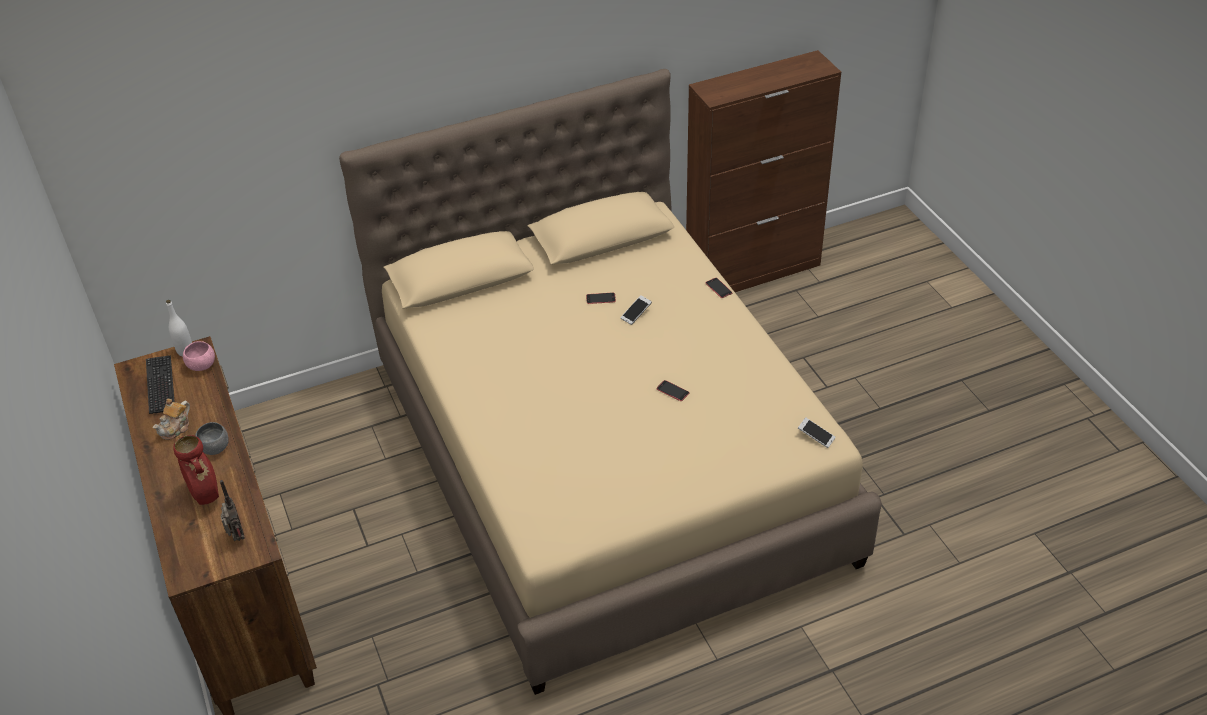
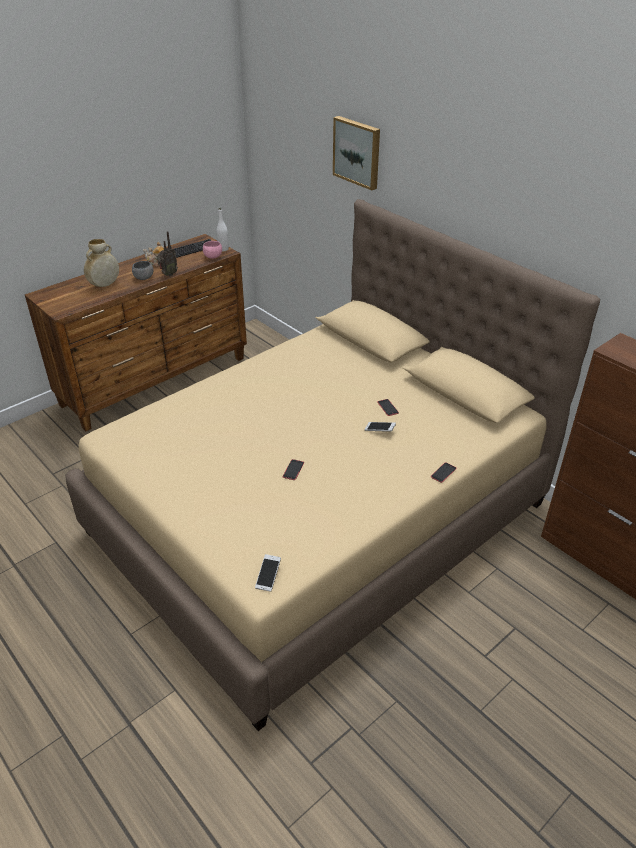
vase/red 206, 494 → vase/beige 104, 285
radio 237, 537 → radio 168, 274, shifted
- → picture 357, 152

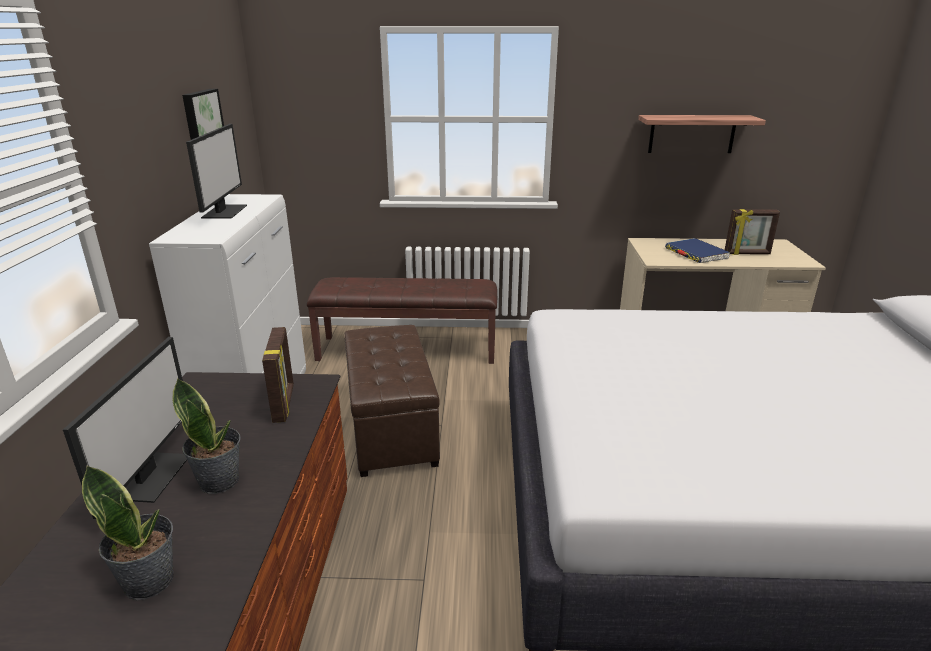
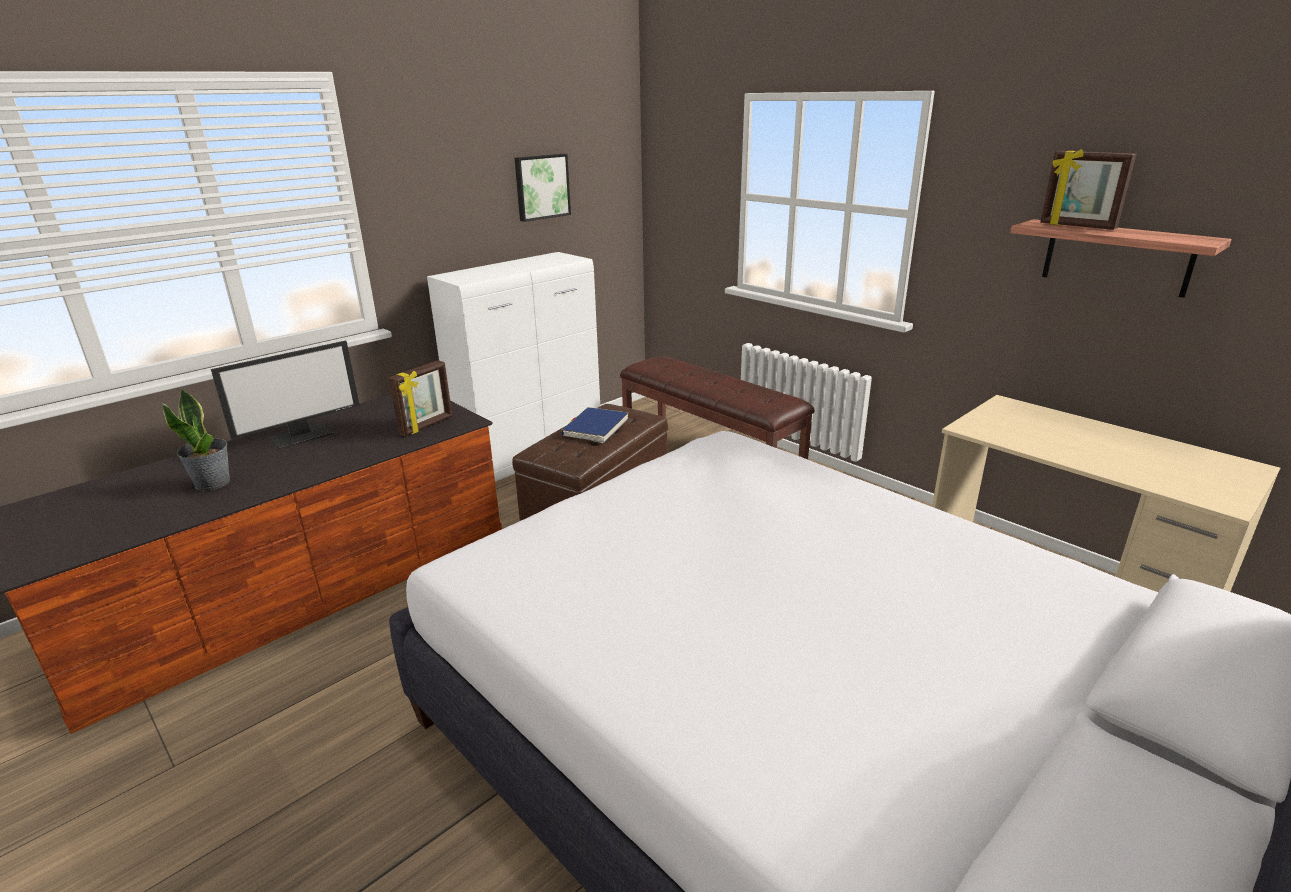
book/blue 696, 253 → book/blue 595, 428, shifted
picture frame 747, 253 → picture frame 1077, 226, shifted
potted plant 220, 480 → -
monitor 224, 211 → -

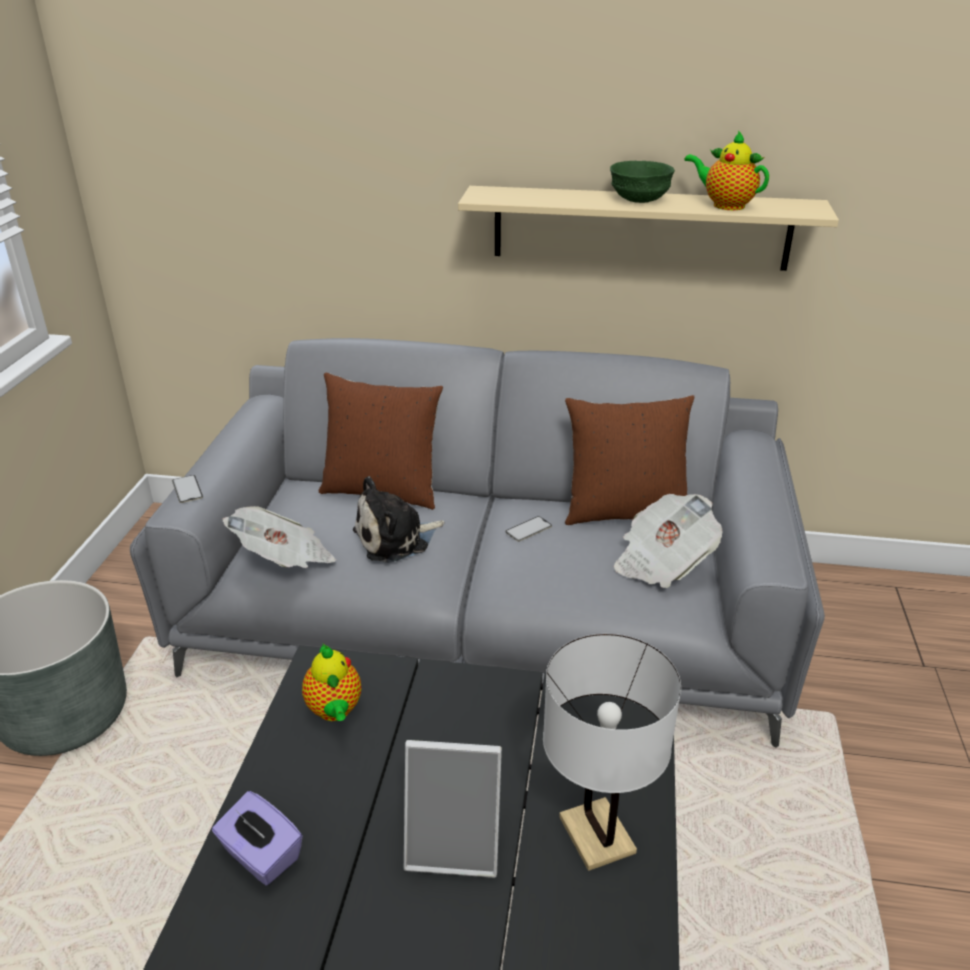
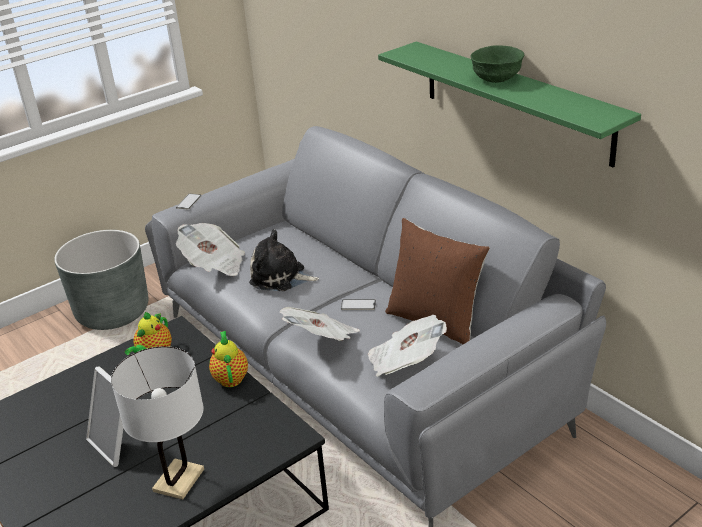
teapot 725, 205 → teapot 230, 377, shifted
- → newspaper 322, 340
shelf/beige 640, 228 → shelf/green 515, 101
tissue box/purple 260, 856 → -
pillow/brown 382, 490 → -

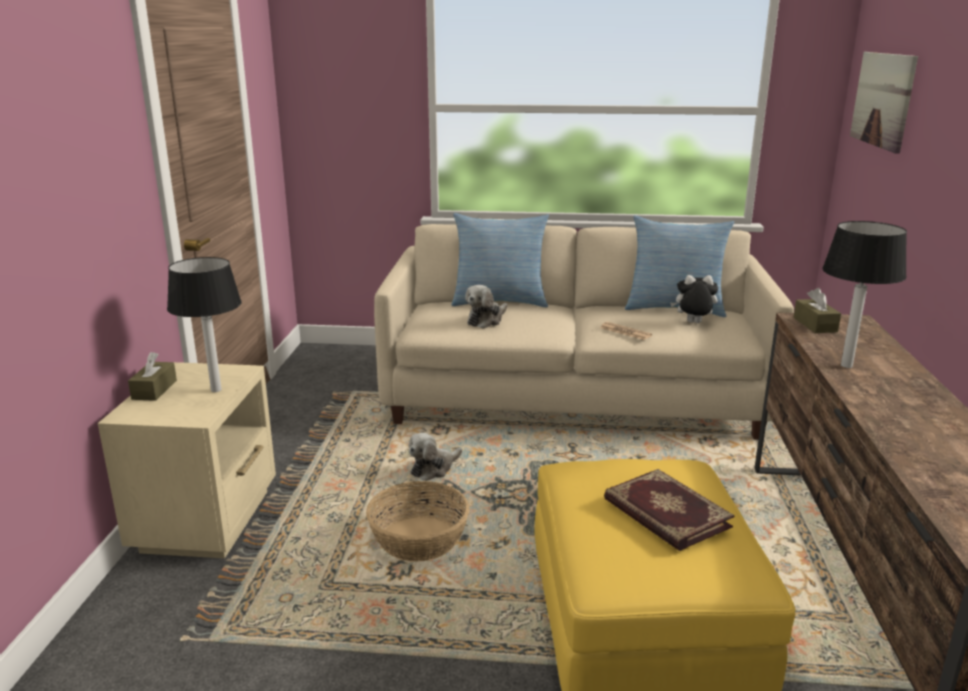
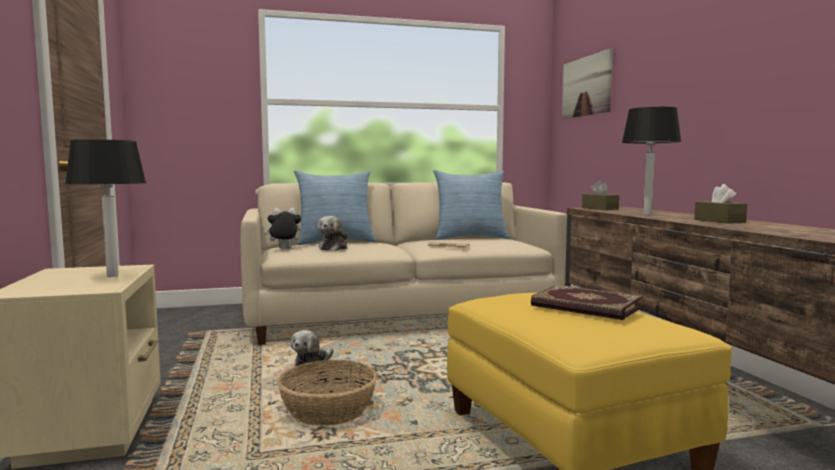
plush toy 693, 323 → plush toy 284, 249, shifted
tissue box/brown 154, 390 → tissue box/brown 719, 221, shifted

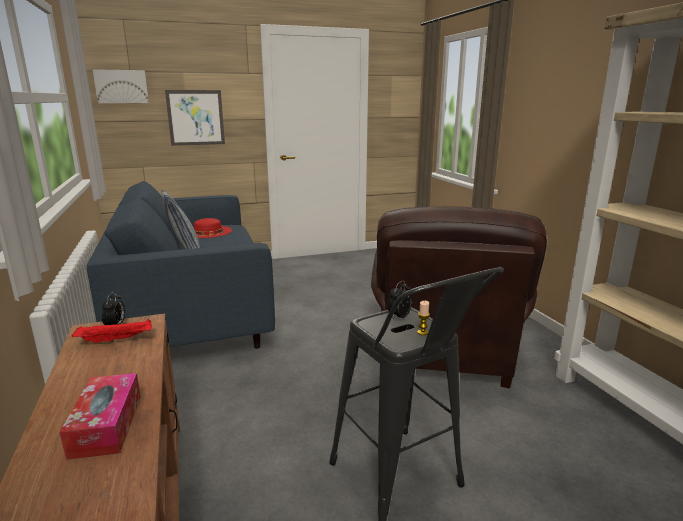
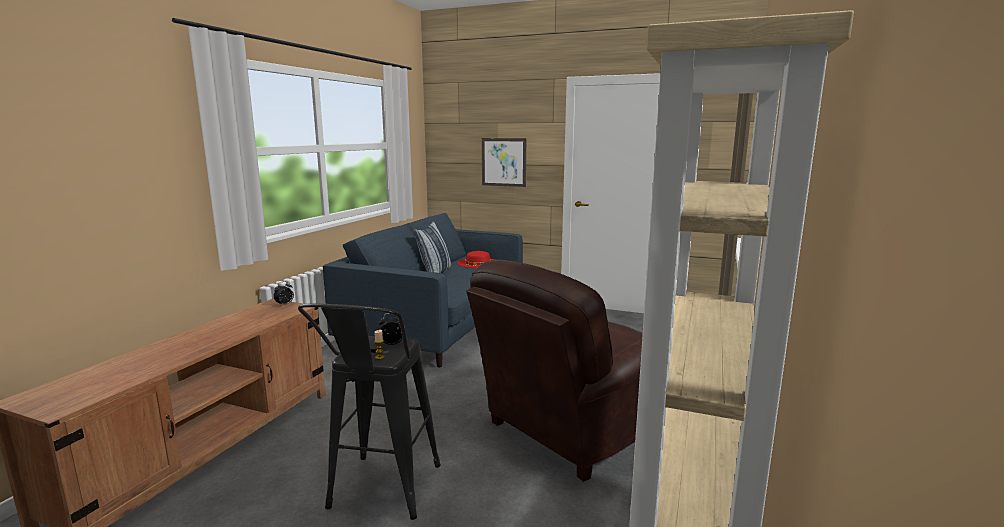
tissue box 106, 425 → -
tray/red 117, 340 → -
picture 121, 86 → -

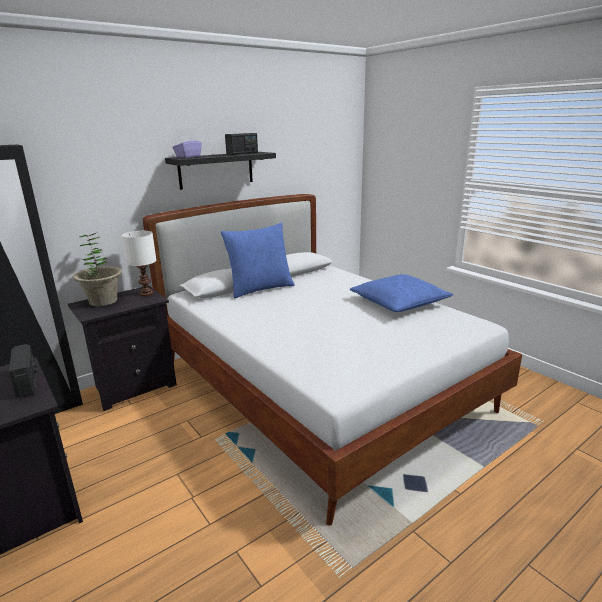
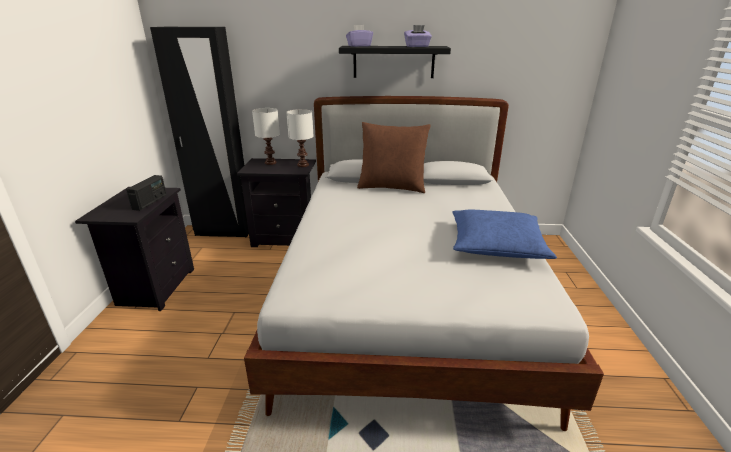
potted plant 103, 301 → table lamp/white 271, 162
pillow/blue 260, 288 → pillow/brown 392, 187
radio 242, 153 → tissue box/purple 417, 46

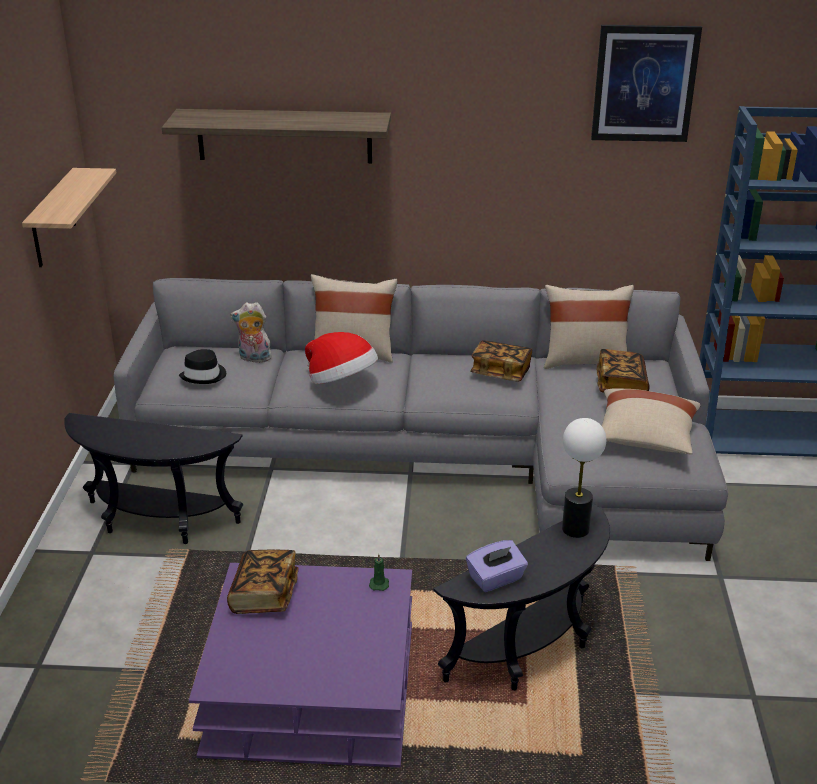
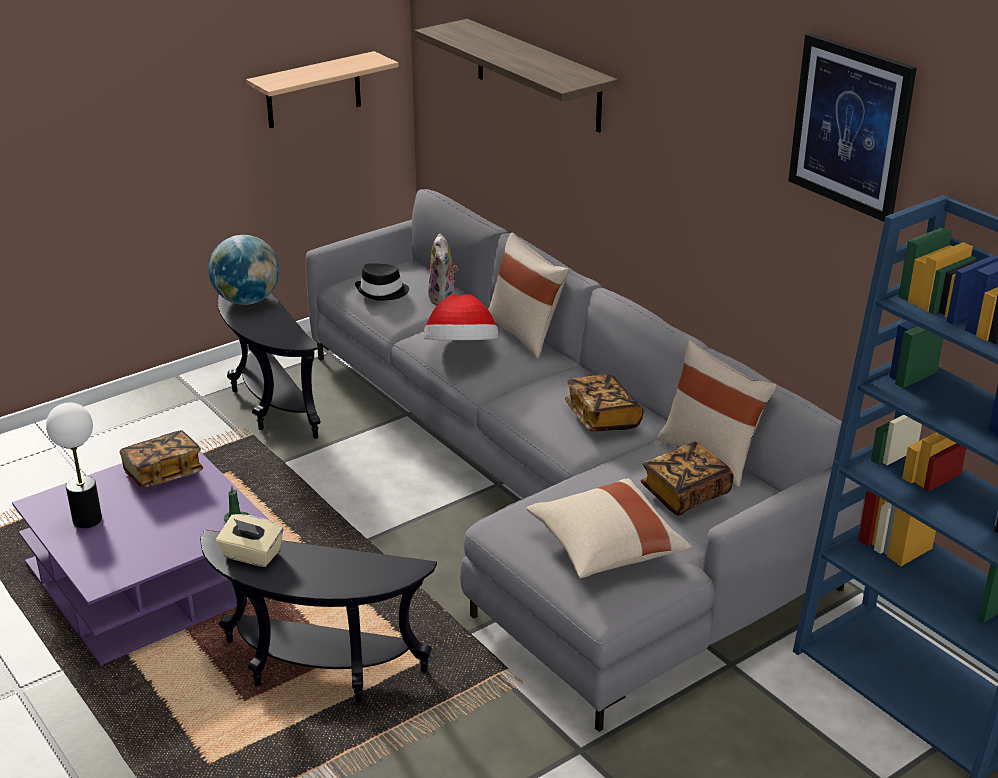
table lamp 575, 529 → table lamp 88, 519, shifted
- → globe 247, 301
tissue box/purple 496, 579 → tissue box/beige 251, 555
plush toy 254, 359 → plush toy 443, 299, 150 degrees counterclockwise

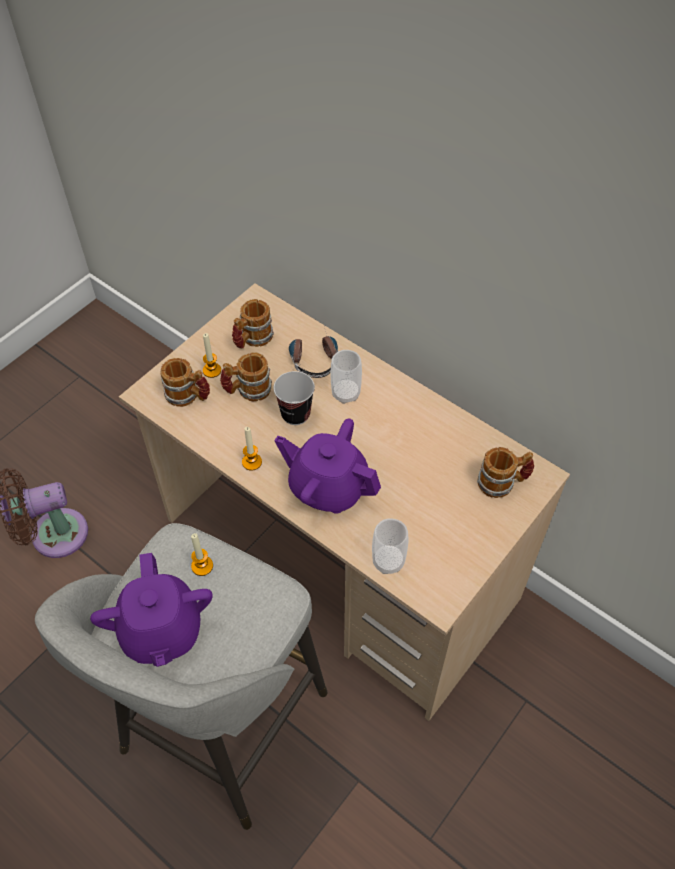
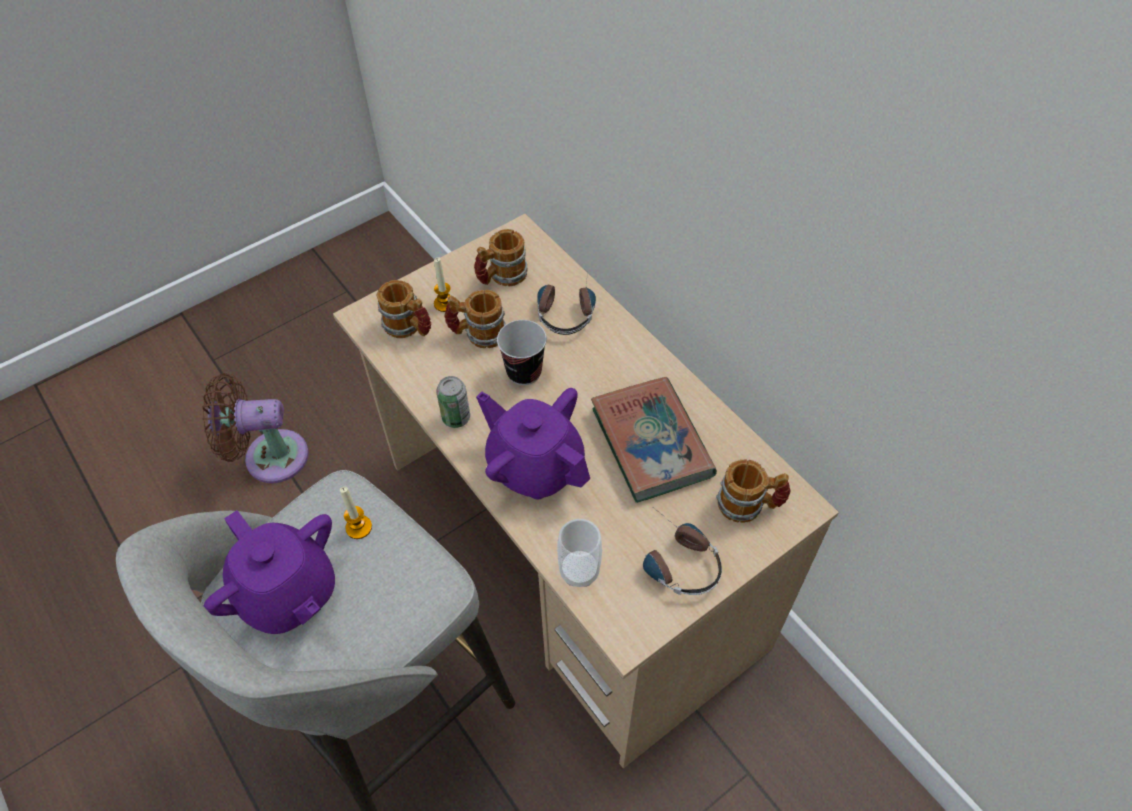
teapot/purple 161, 631 → teapot/purple 287, 593, 45 degrees counterclockwise
candle 252, 462 → can 456, 418
- → book 651, 443
- → headphones 673, 559
cup 346, 393 → -

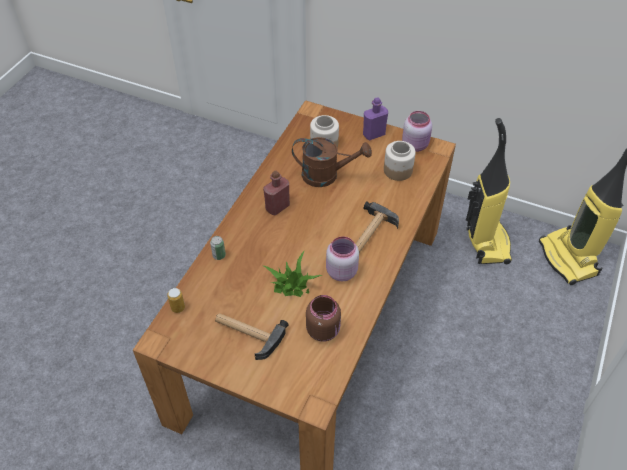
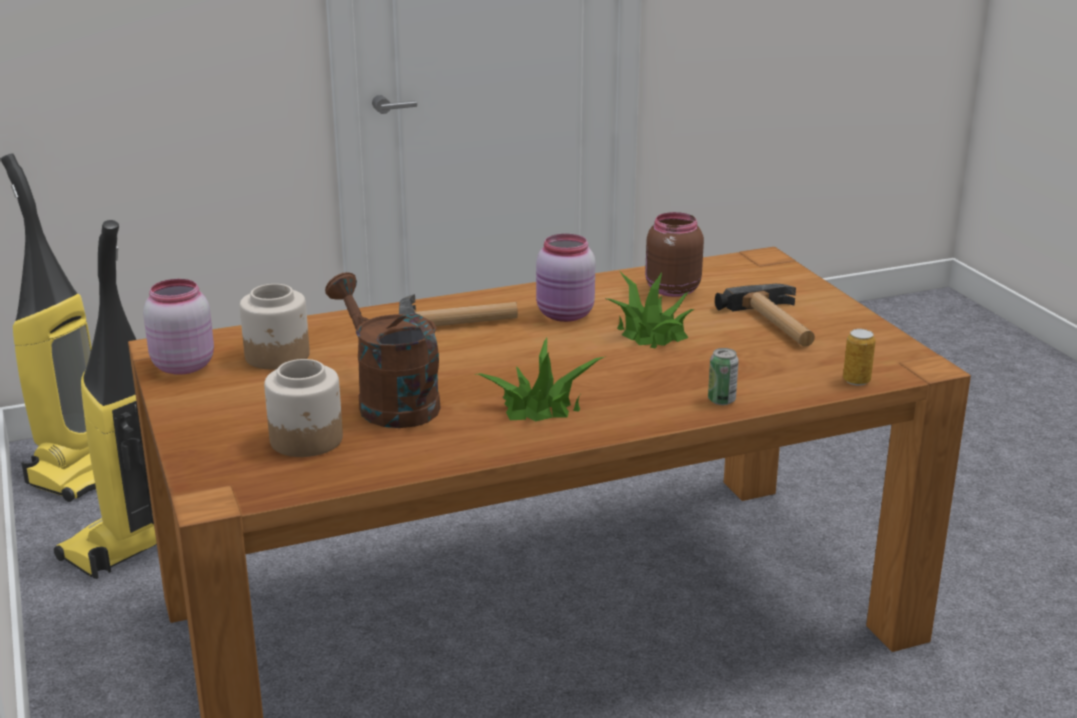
bottle/red 277, 207 → potted plant 540, 406
bottle/purple 374, 134 → -

